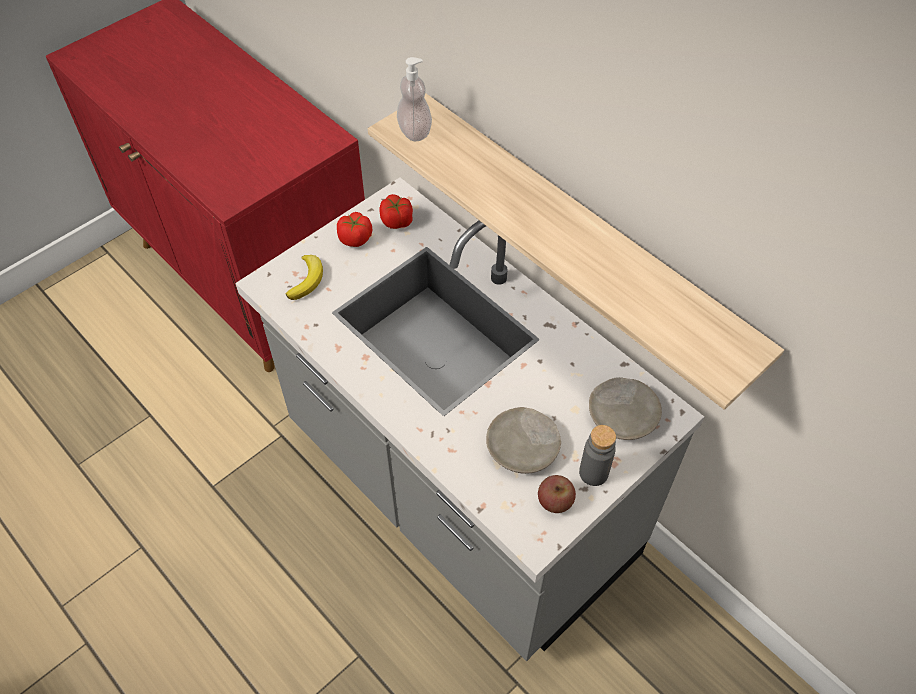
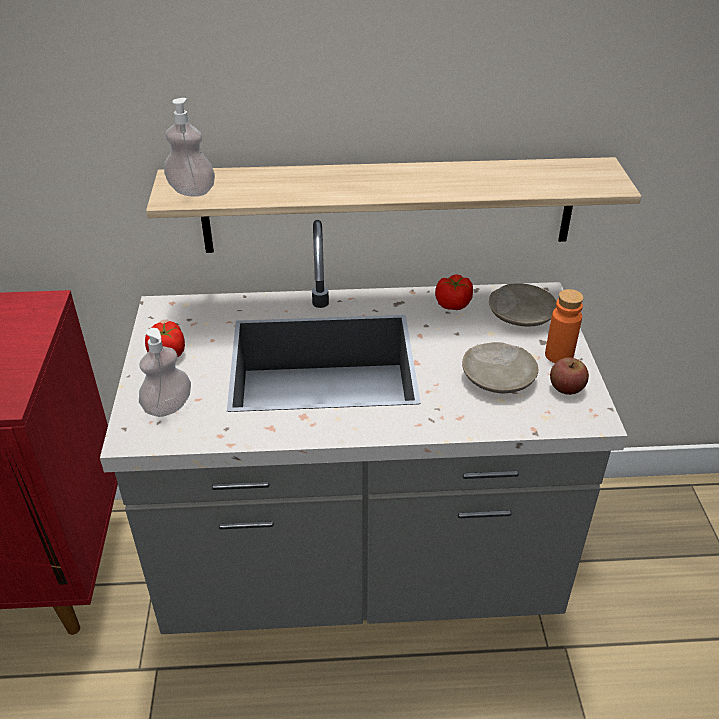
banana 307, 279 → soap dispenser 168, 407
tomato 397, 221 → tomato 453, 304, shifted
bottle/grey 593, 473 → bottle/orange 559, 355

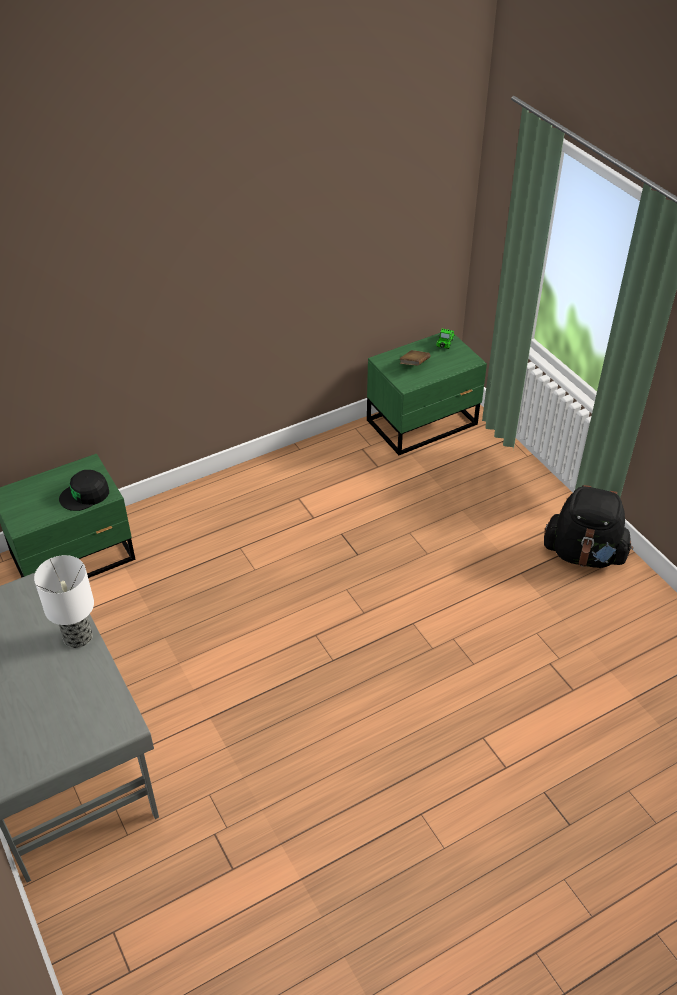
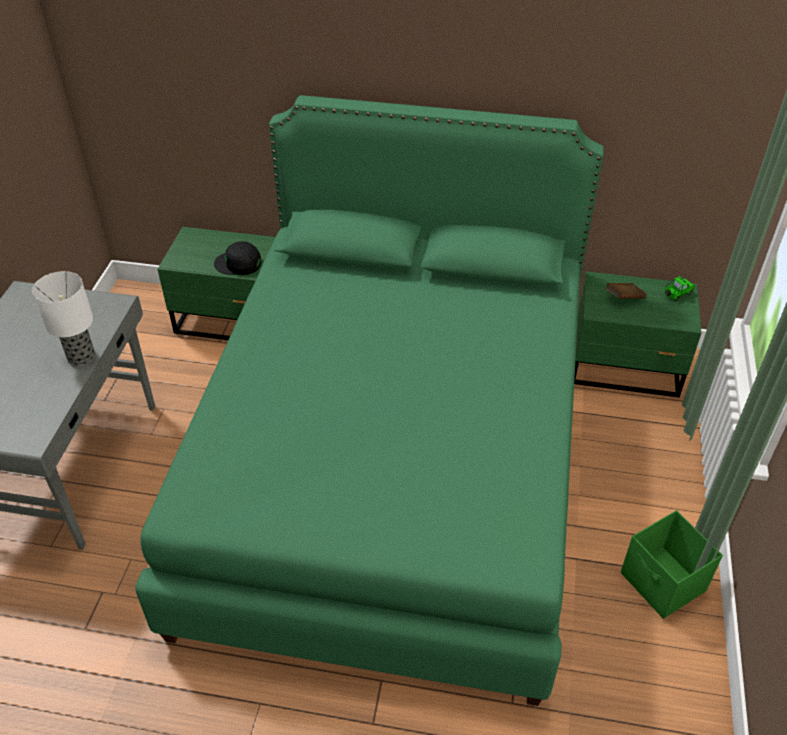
- → bed/green 393, 467
backpack/black 584, 554 → storage box/green 663, 583

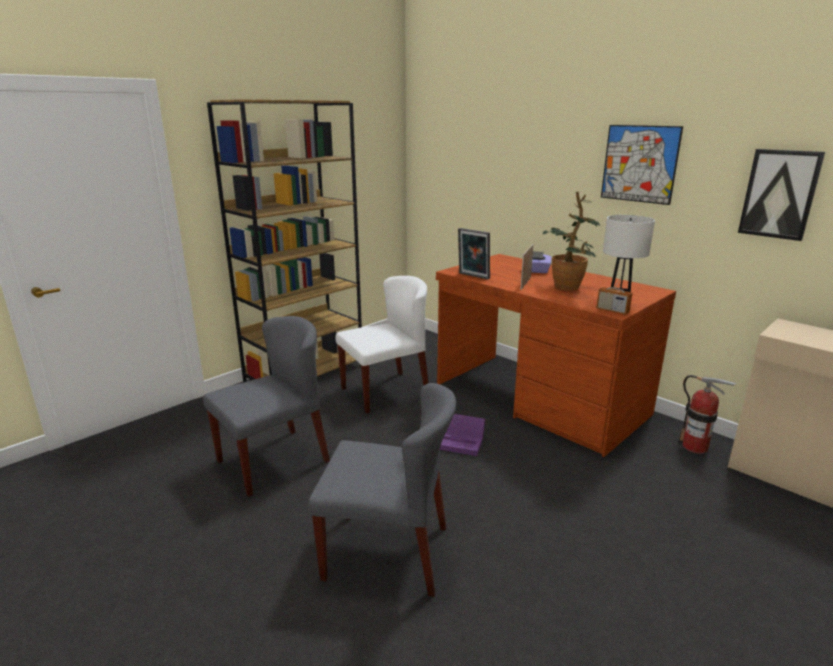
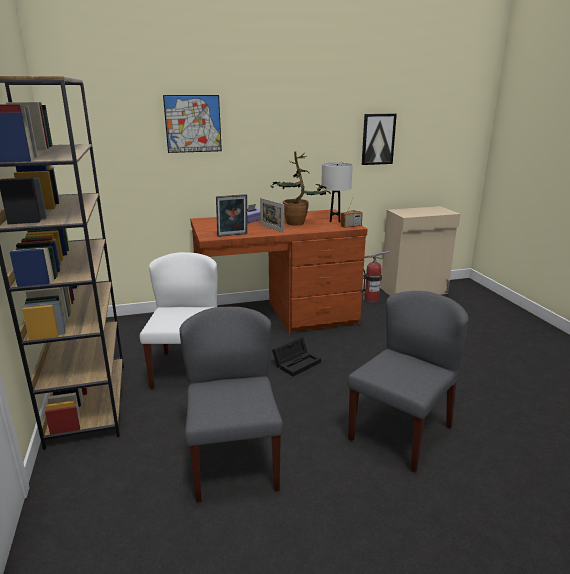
picture 639, 164 → picture 193, 124, shifted
storage box/purple 459, 441 → storage box/black 297, 362

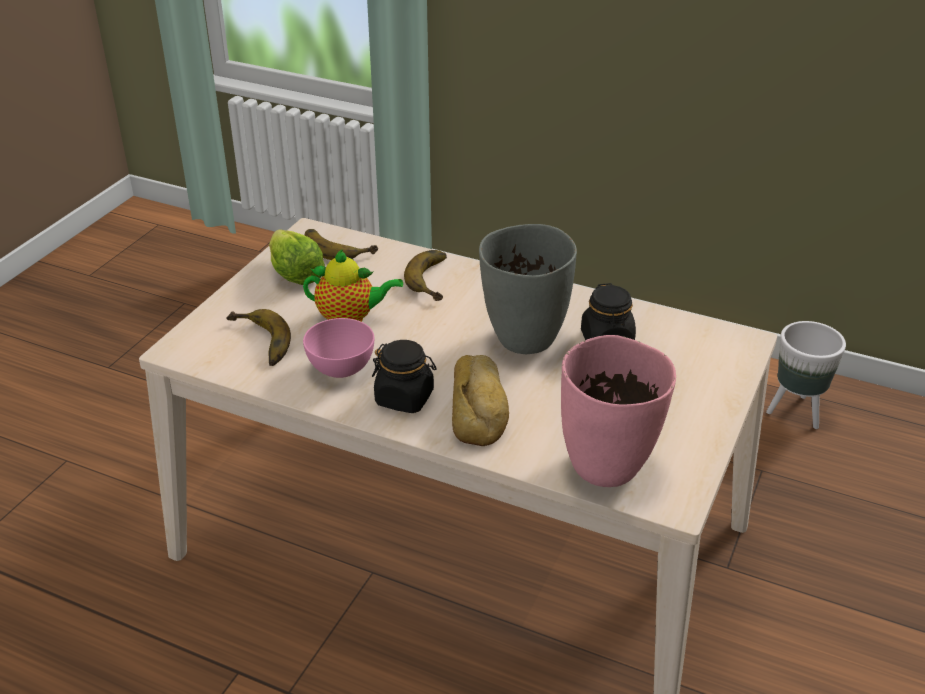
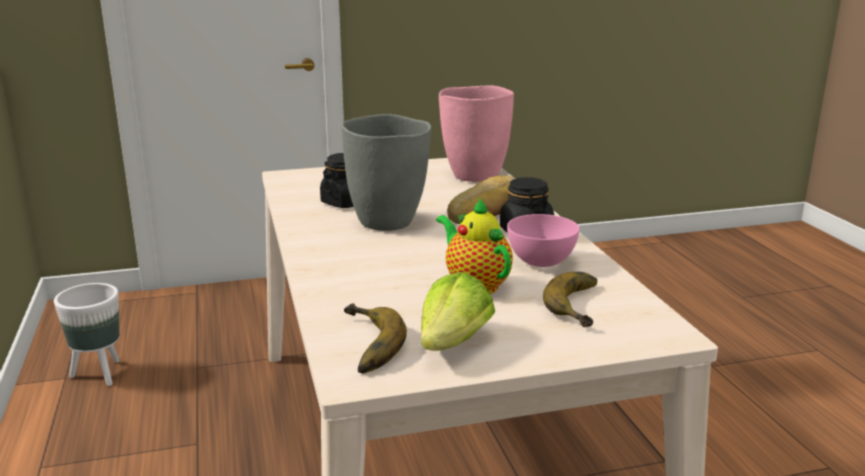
banana 436, 279 → -

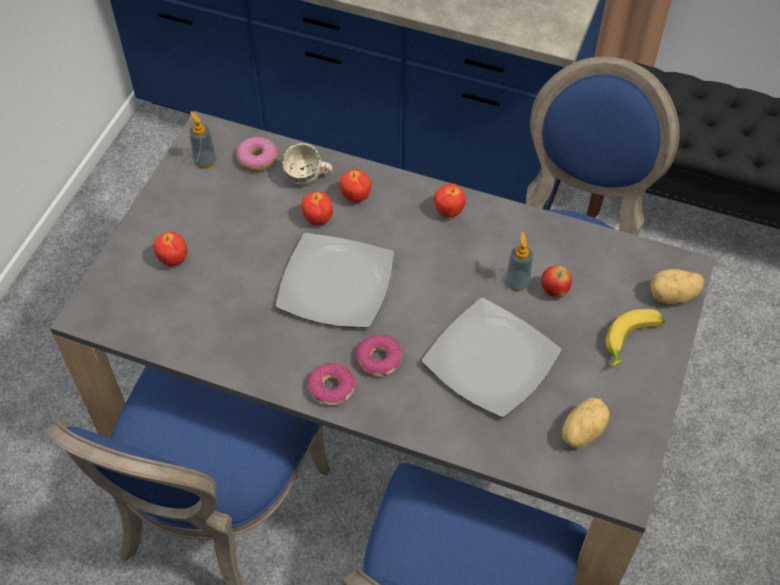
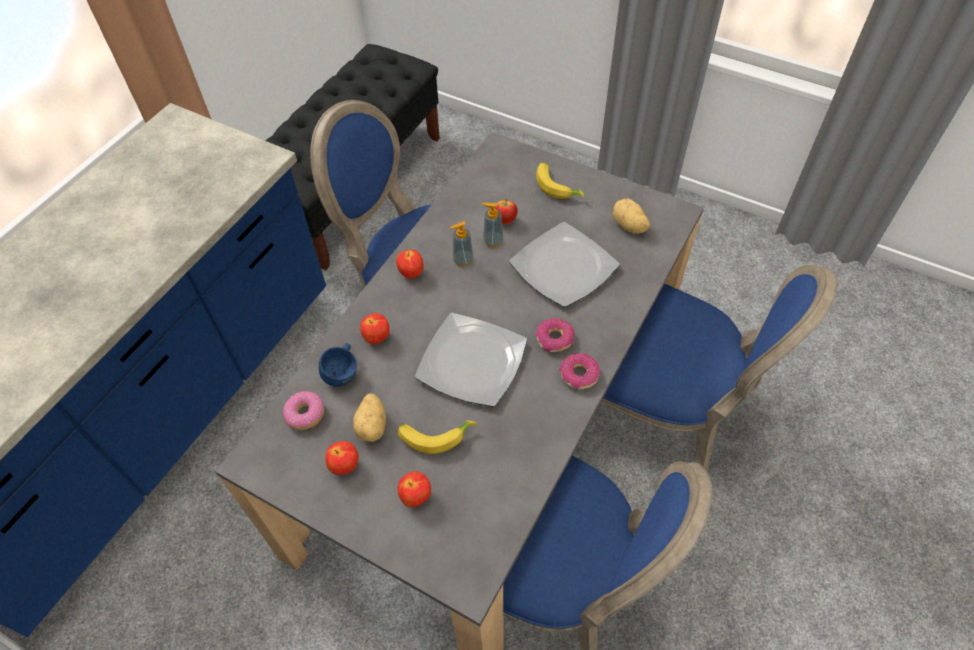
mug/beige 308, 179 → mug/blue 344, 373
apple 317, 219 → apple 345, 466, shifted
potato 673, 296 → potato 373, 425, shifted
- → banana 435, 435
soap dispenser 205, 161 → soap dispenser 463, 260, shifted

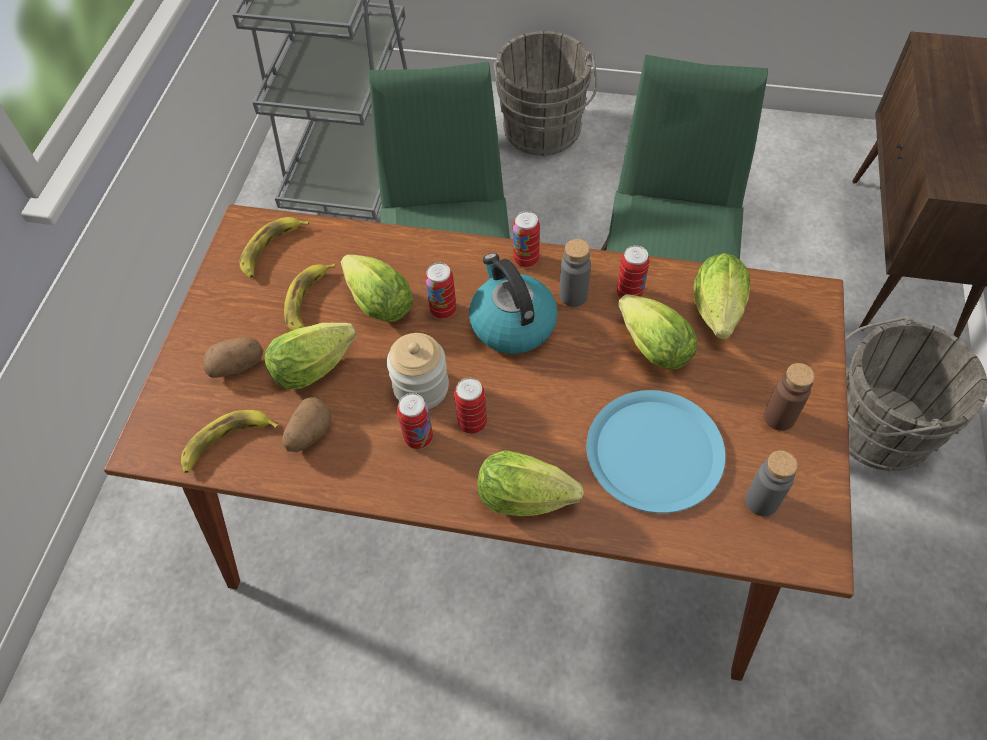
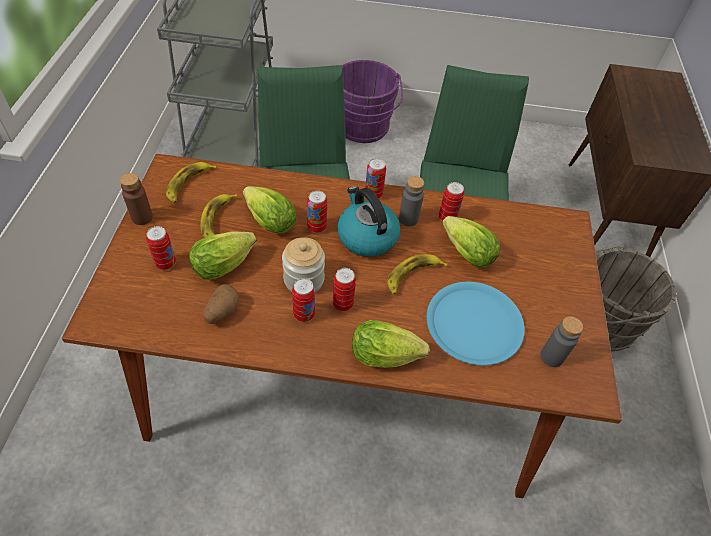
bottle/brown 779, 417 → bottle/brown 142, 217, shifted
potato 237, 365 → can 166, 263
bucket/grey 542, 133 → bucket/purple 363, 129
banana 226, 442 → banana 413, 276, shifted
lettuce 717, 315 → -

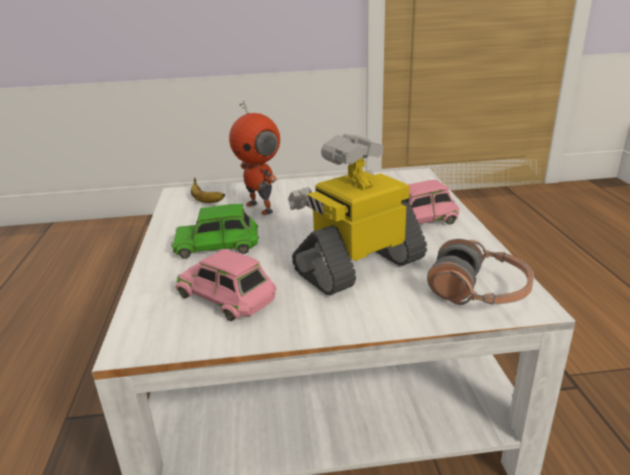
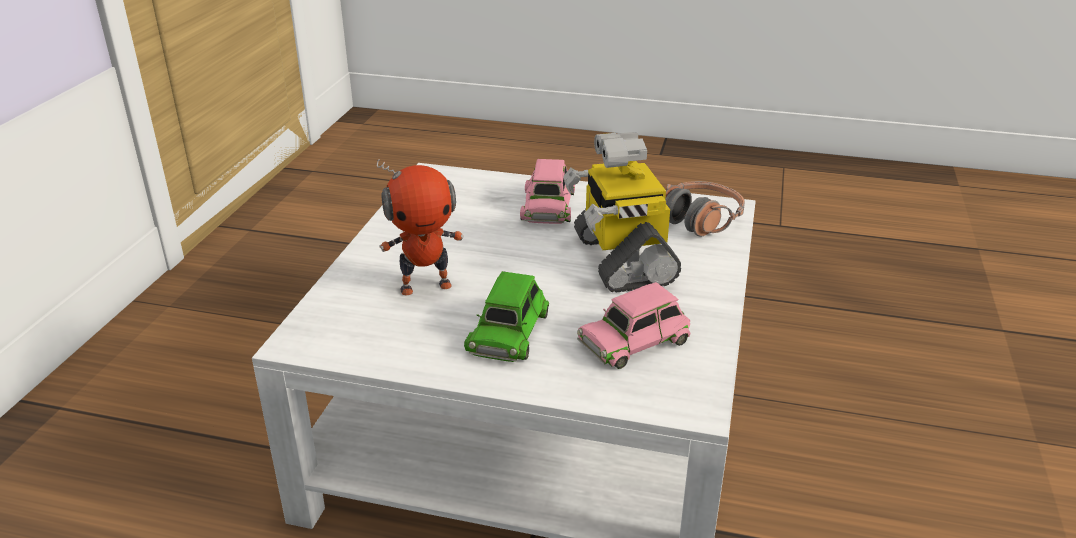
banana 206, 201 → -

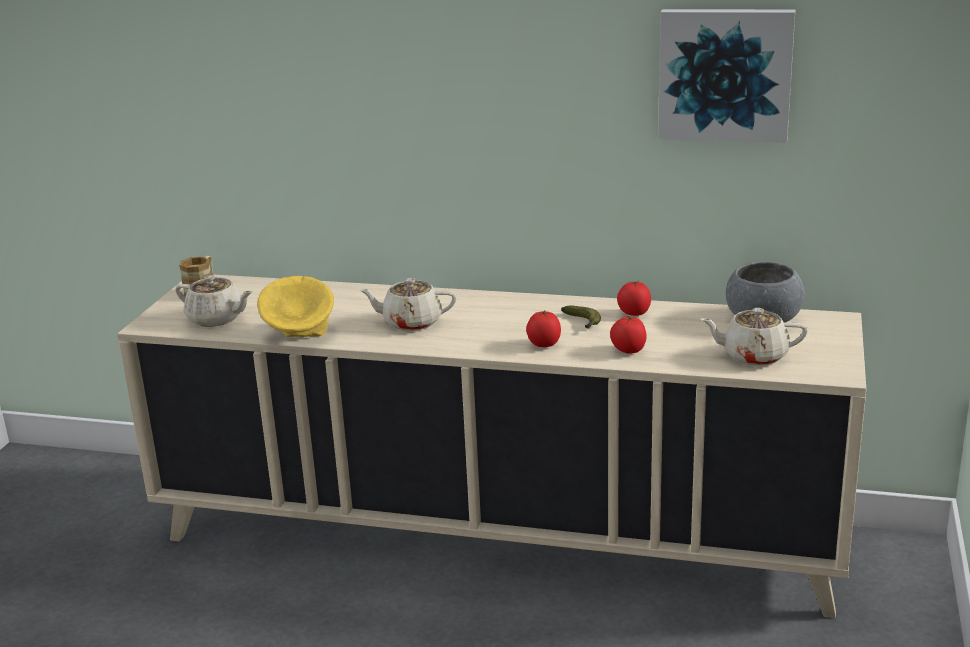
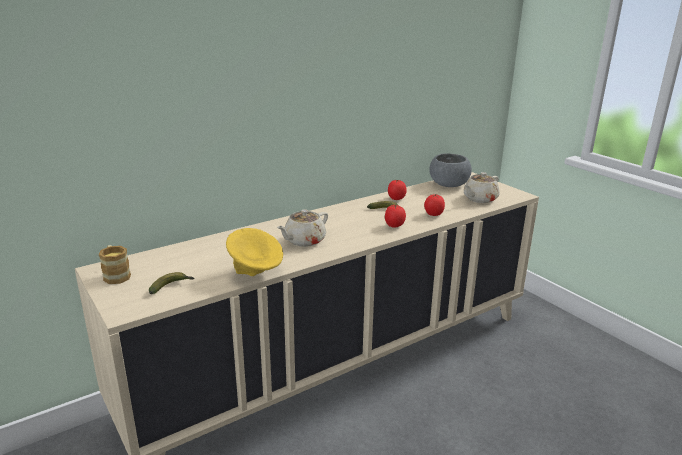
teapot/beige 216, 319 → banana 172, 287
picture 725, 74 → -

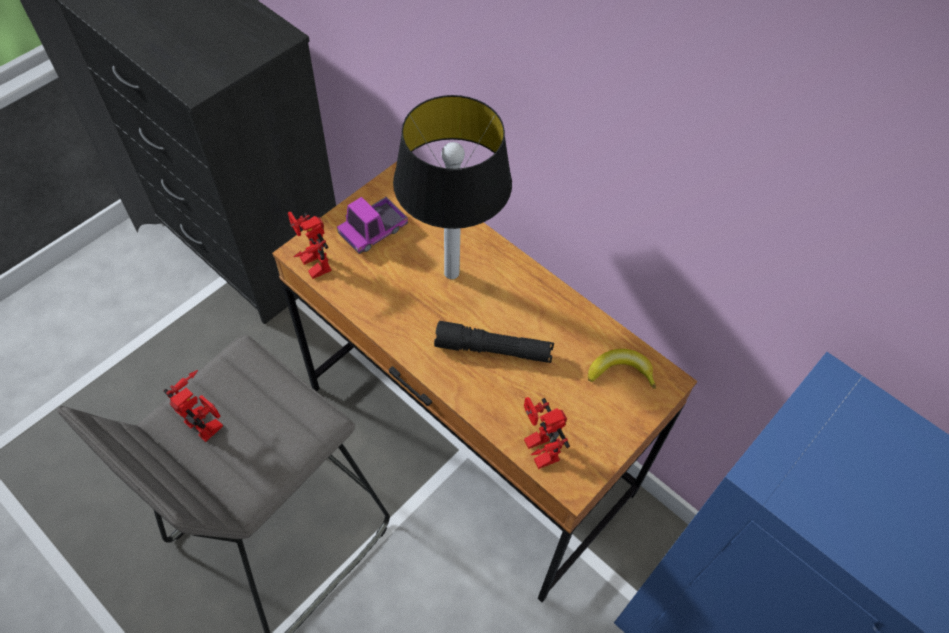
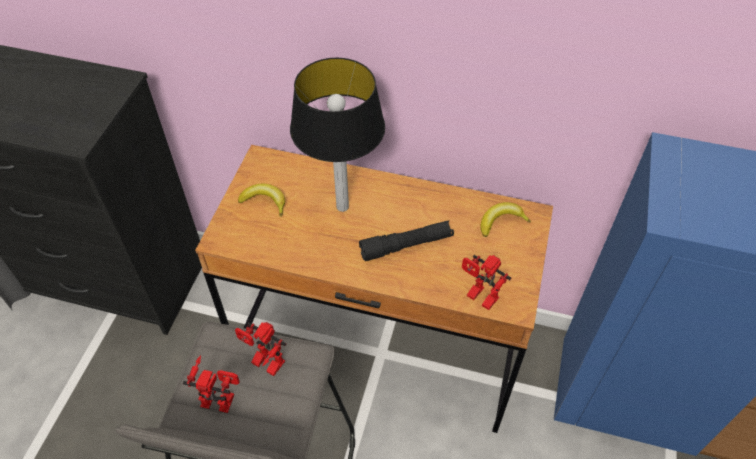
toy robot 310, 264 → toy robot 264, 364, shifted
toy truck 373, 231 → banana 265, 202

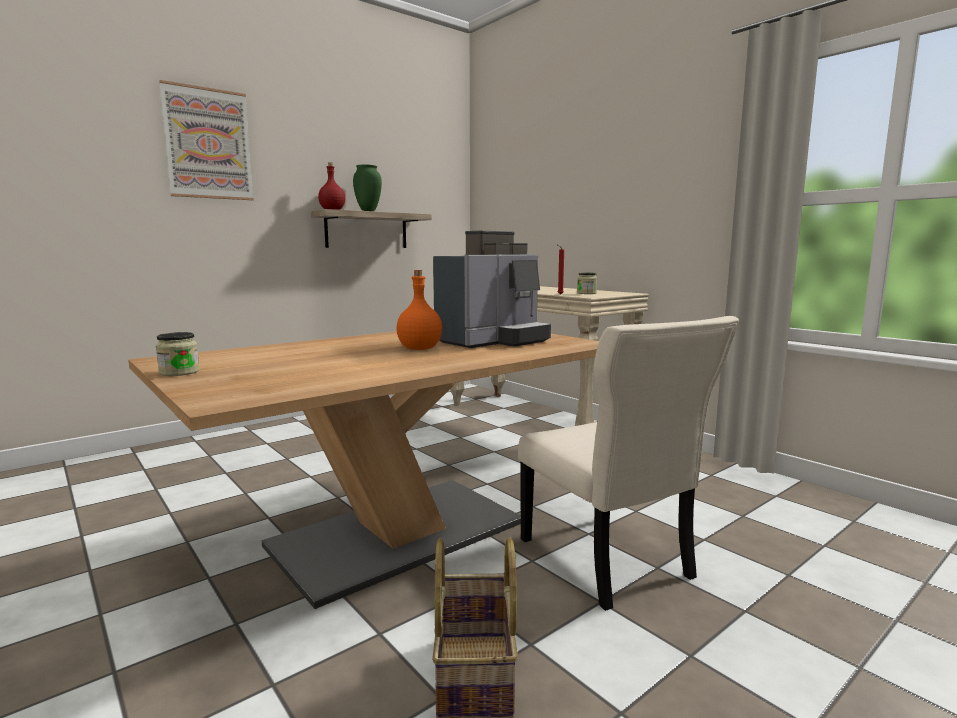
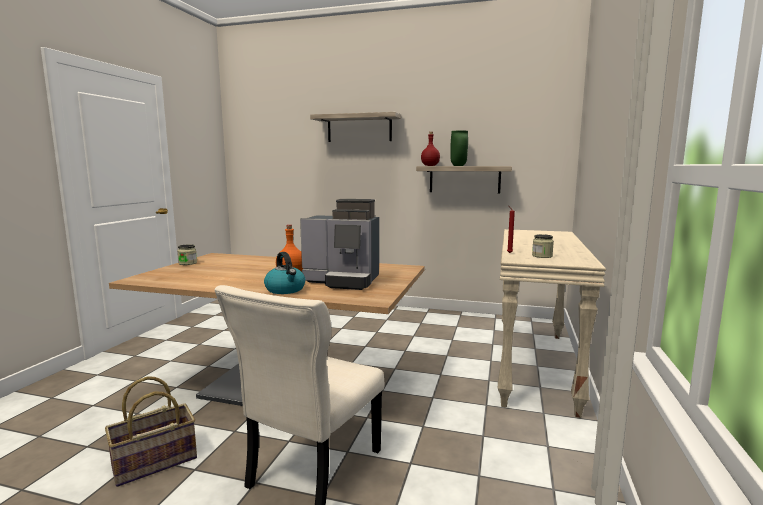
- → kettle 285, 290
picture 208, 144 → shelf 359, 128

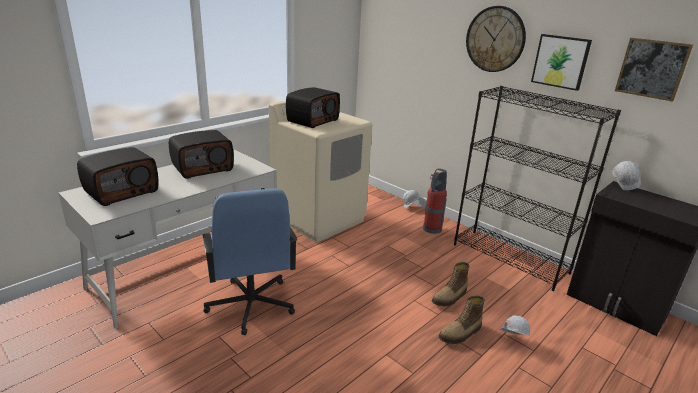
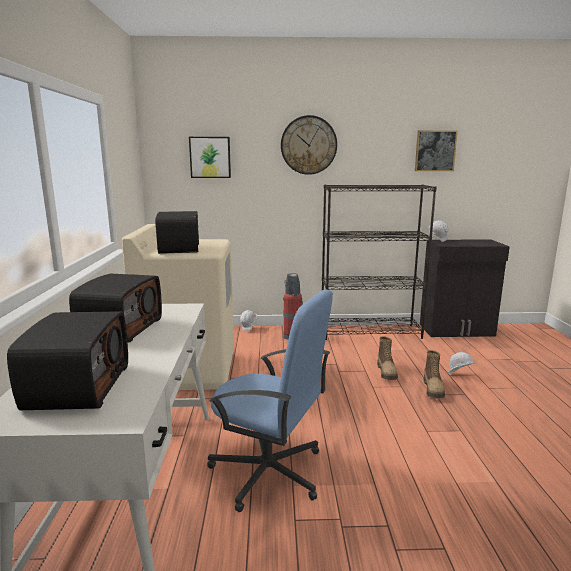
picture 561, 61 → picture 210, 157, shifted

